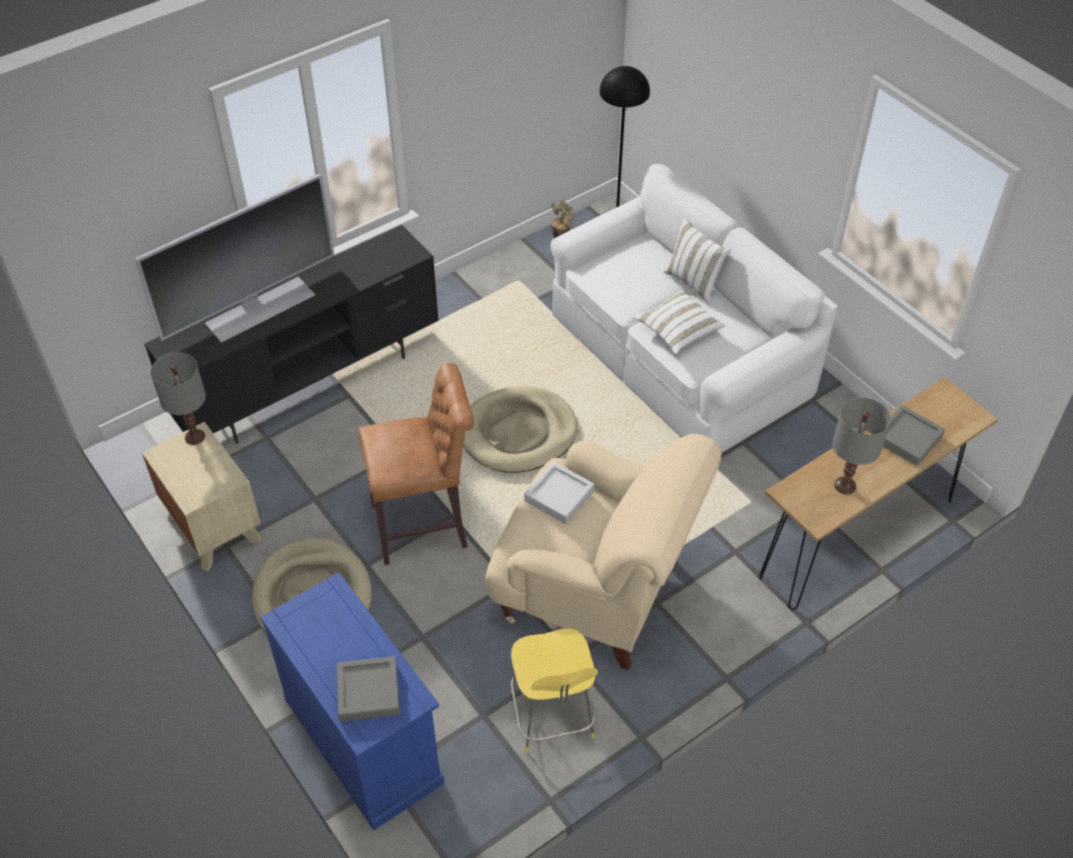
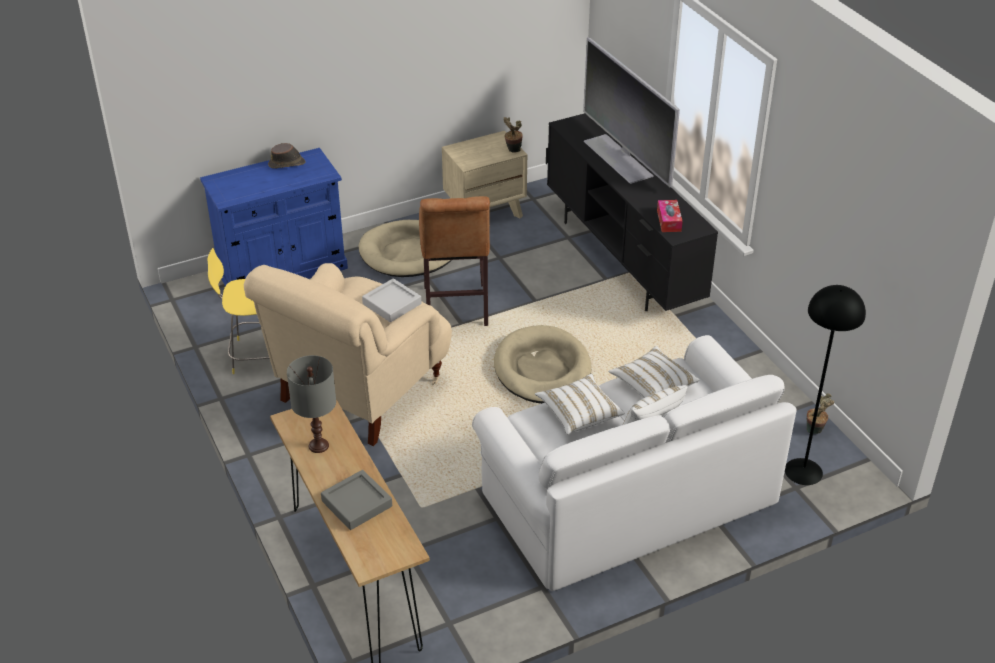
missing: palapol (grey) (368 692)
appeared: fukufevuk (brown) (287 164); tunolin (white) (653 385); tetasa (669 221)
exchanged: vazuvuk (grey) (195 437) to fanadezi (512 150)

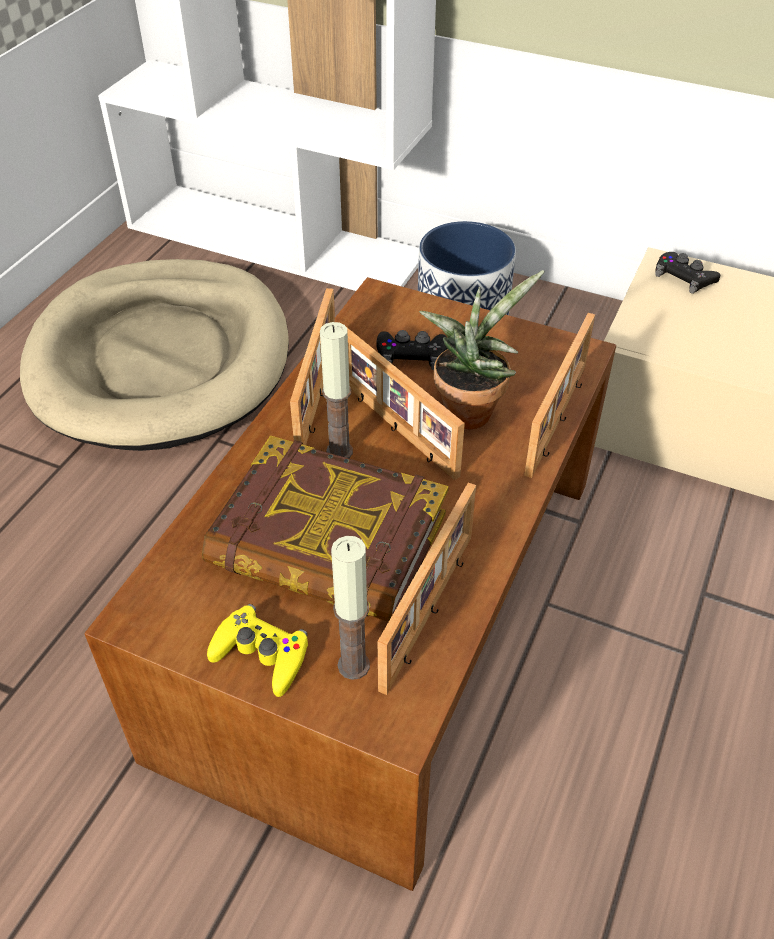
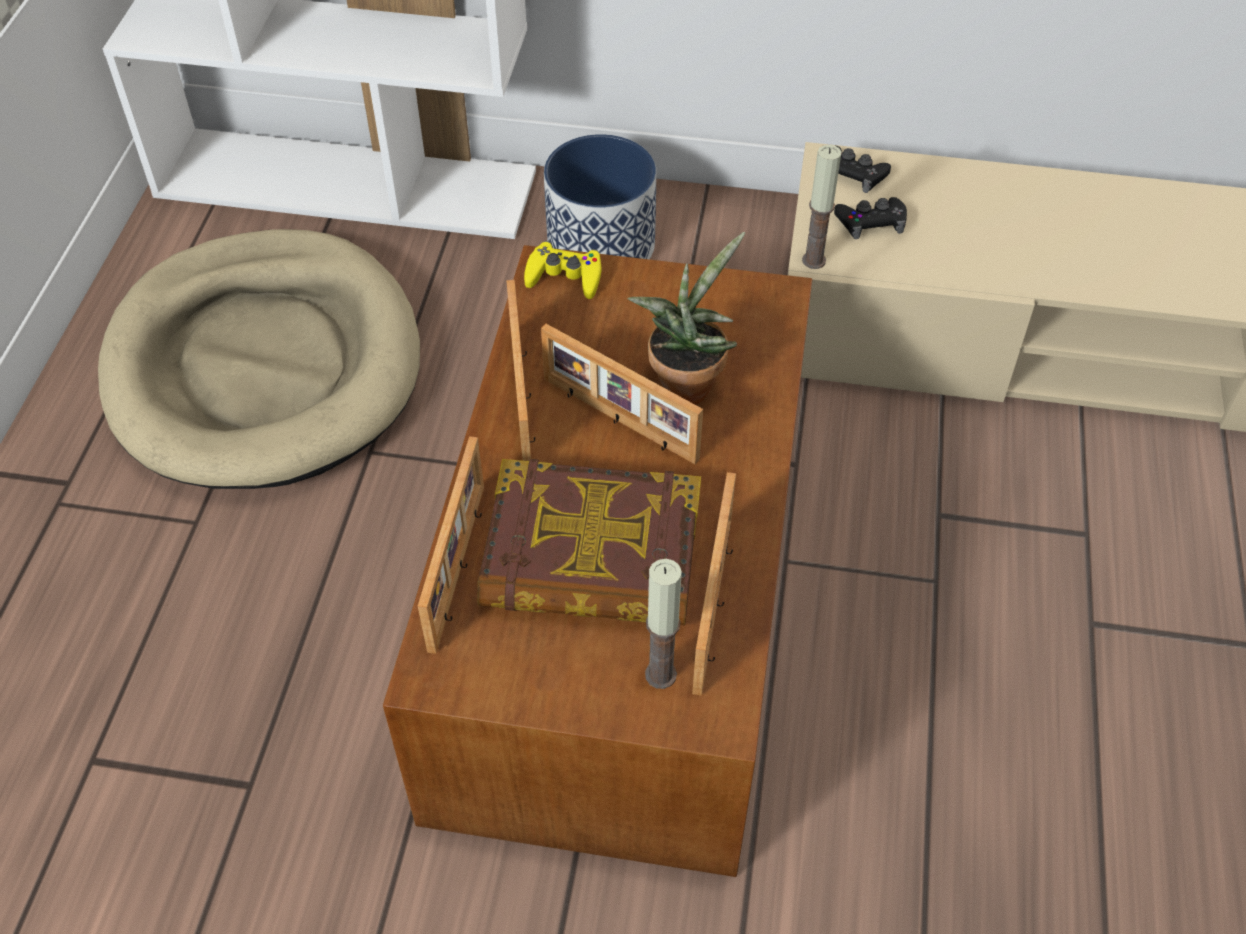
relocated: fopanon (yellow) (261 654) to (565 276); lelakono (339 451) to (813 260); fopanon (black) (411 355) to (870 222); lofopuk (559 419) to (460 566)

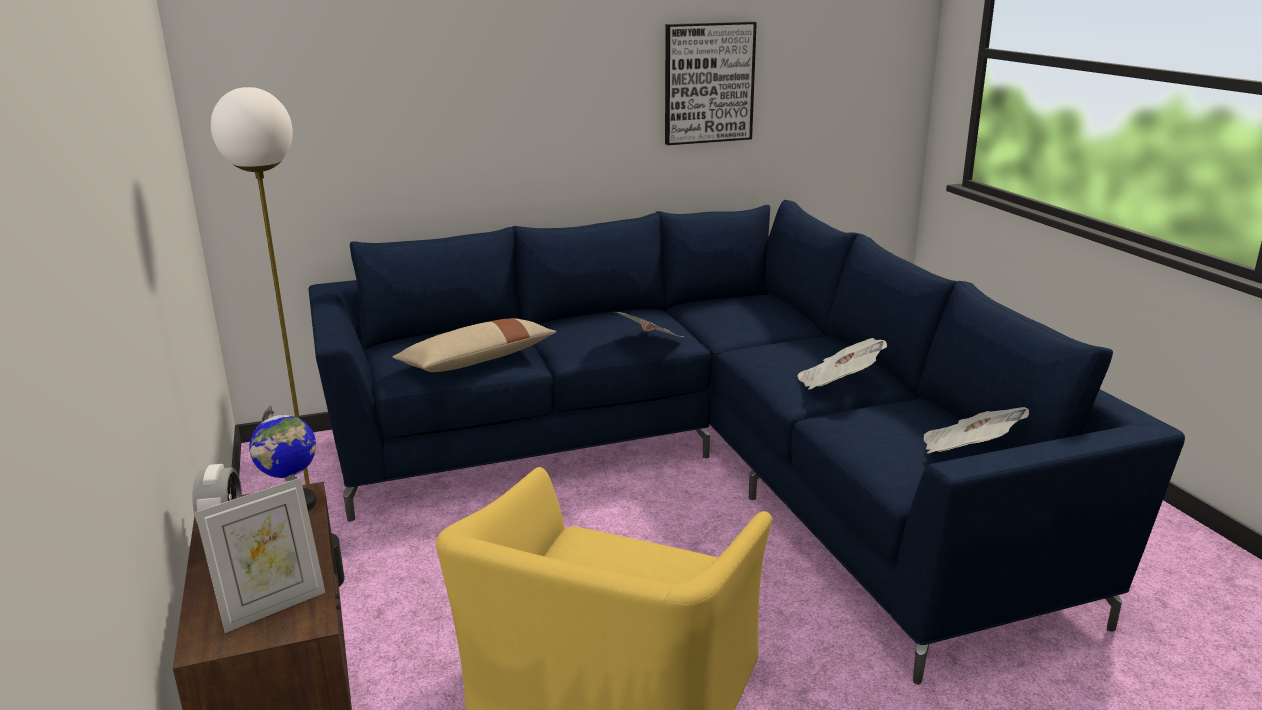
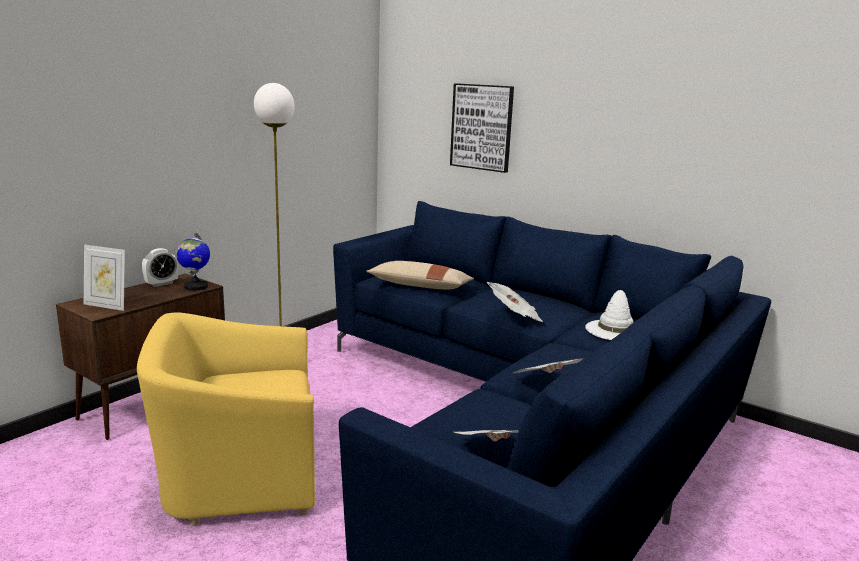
appeared: fukufevuk (white) (614 330)
relocated: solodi (708 83) to (482 127)

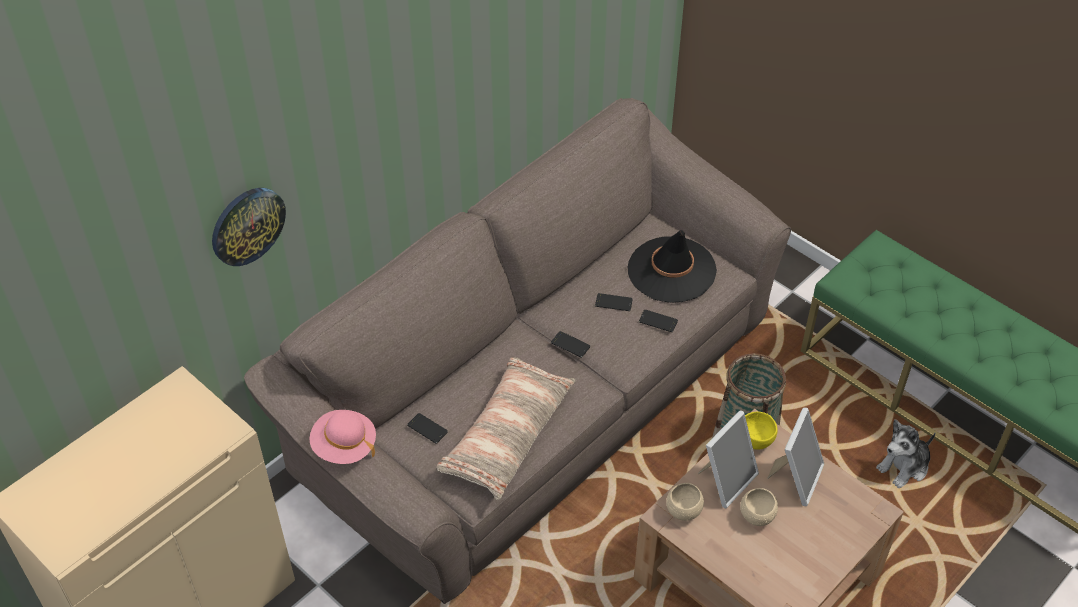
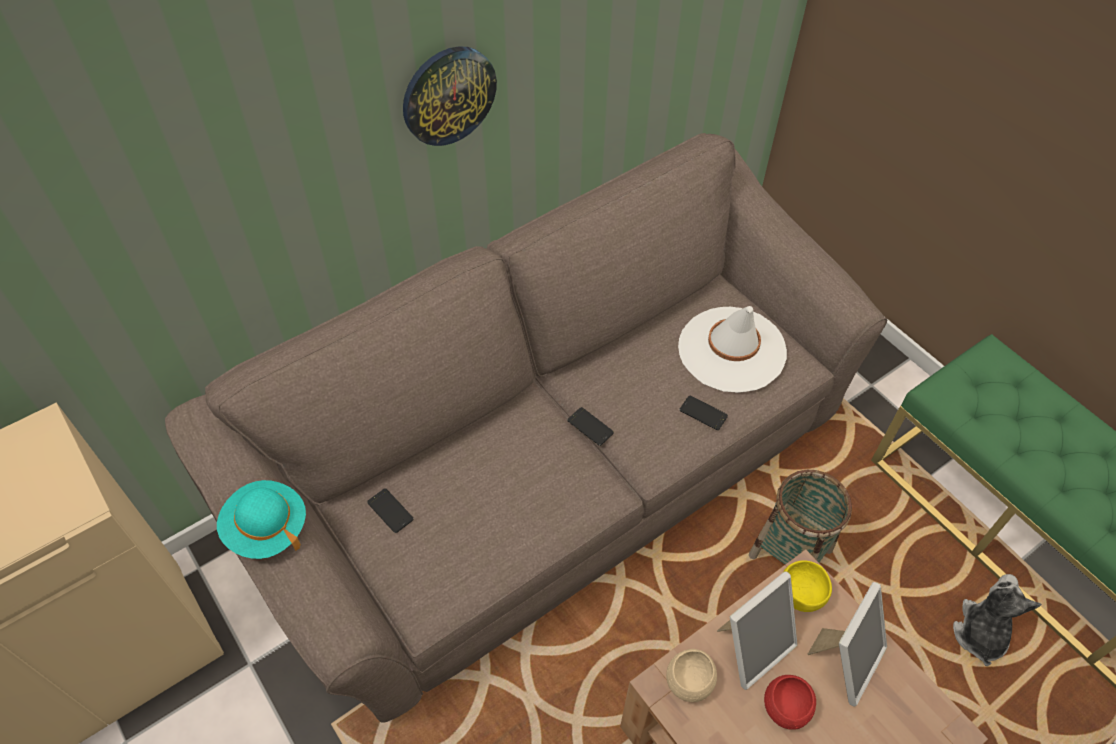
missing: tunolin (507 435); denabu (613 302)
relocated: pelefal (247 225) to (448 95)
colour: fukufevuk (pink) (344 446) to fukufevuk (turquoise) (266 528); fukufevuk (black) (671 270) to fukufevuk (white) (731 350); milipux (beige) (757 515) to milipux (red) (785 708)
spun: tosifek (904 467) = (980 633) 135 degrees clockwise

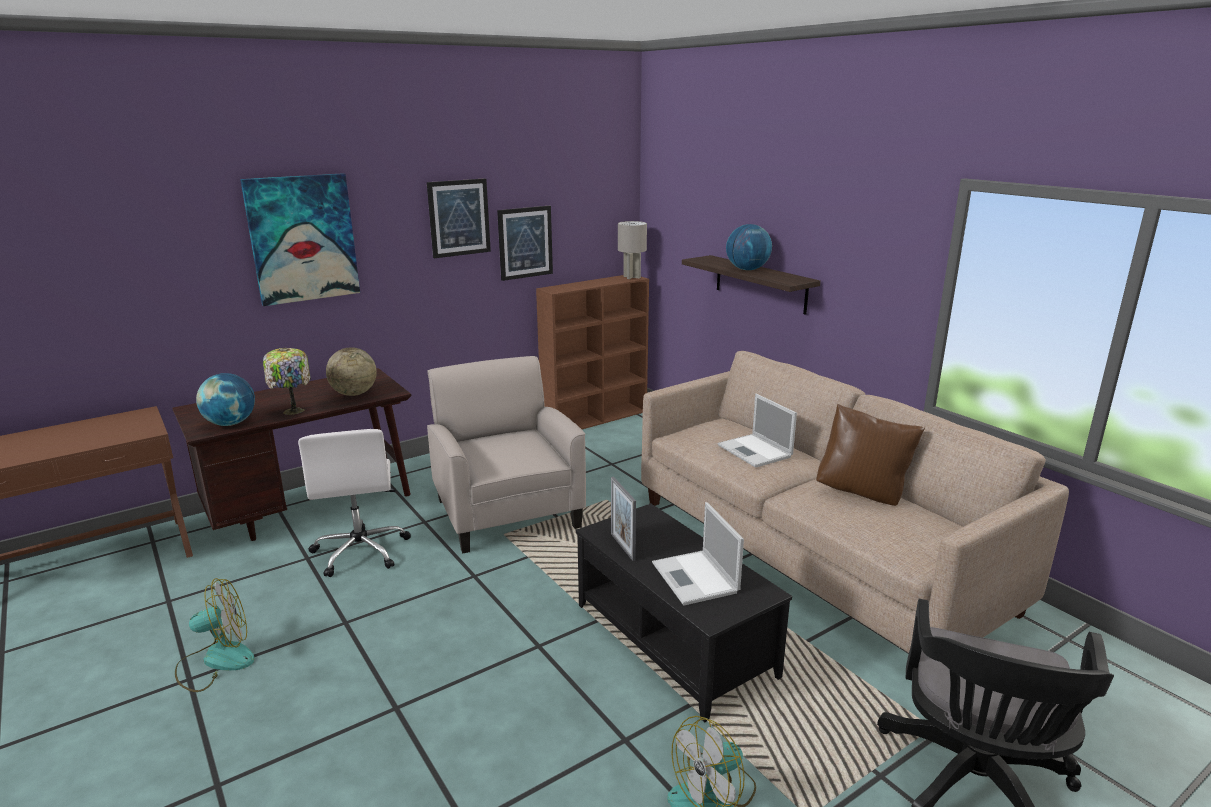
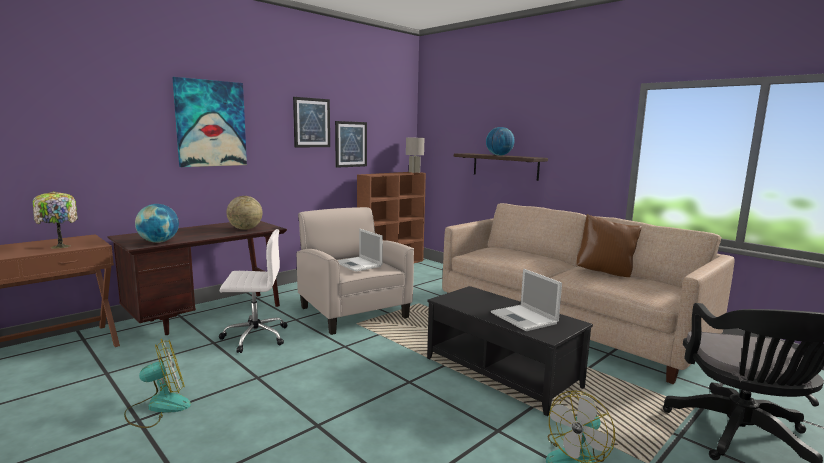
missing: lofopuk (622 547)
relocated: vazuvuk (292 411) to (59 247); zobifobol (755 451) to (359 264)
spun: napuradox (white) (361 551) = (254 337) 75 degrees counterclockwise

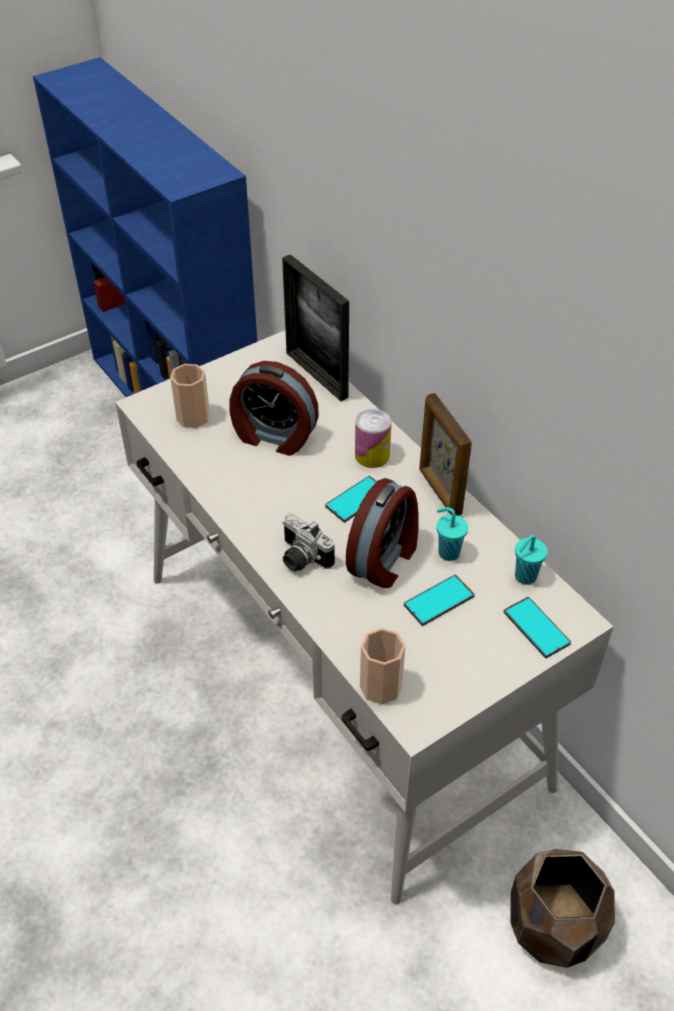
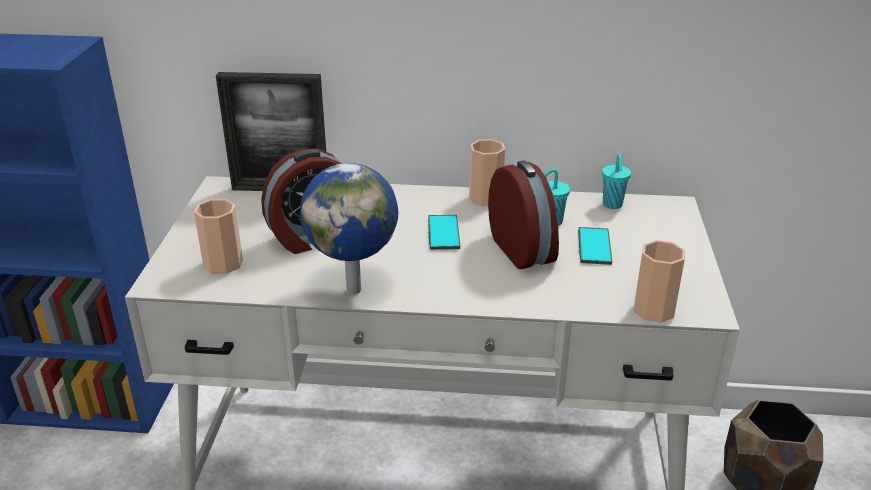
missing: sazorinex (301 558); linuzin (372 455); denabu (536 628)
appeared: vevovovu (355 288)
exchanged: lofopuk (439 491) to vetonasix (485 198)

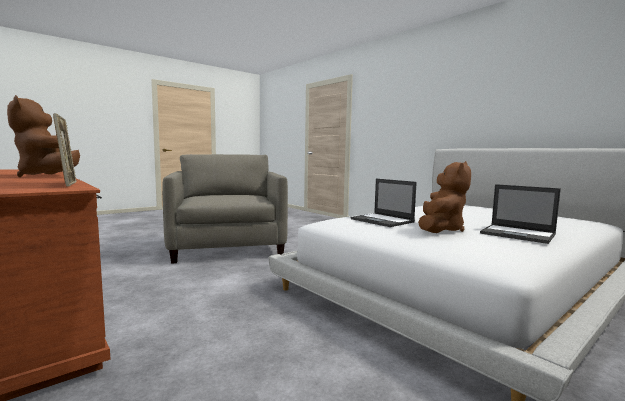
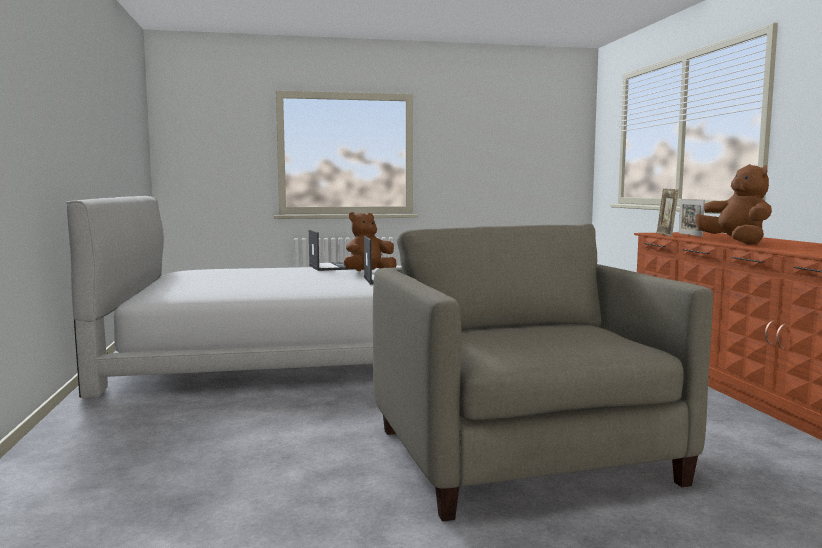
appeared: lofopuk (690 235)
spun: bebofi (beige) (228 247) = (523 456) 150 degrees clockwise

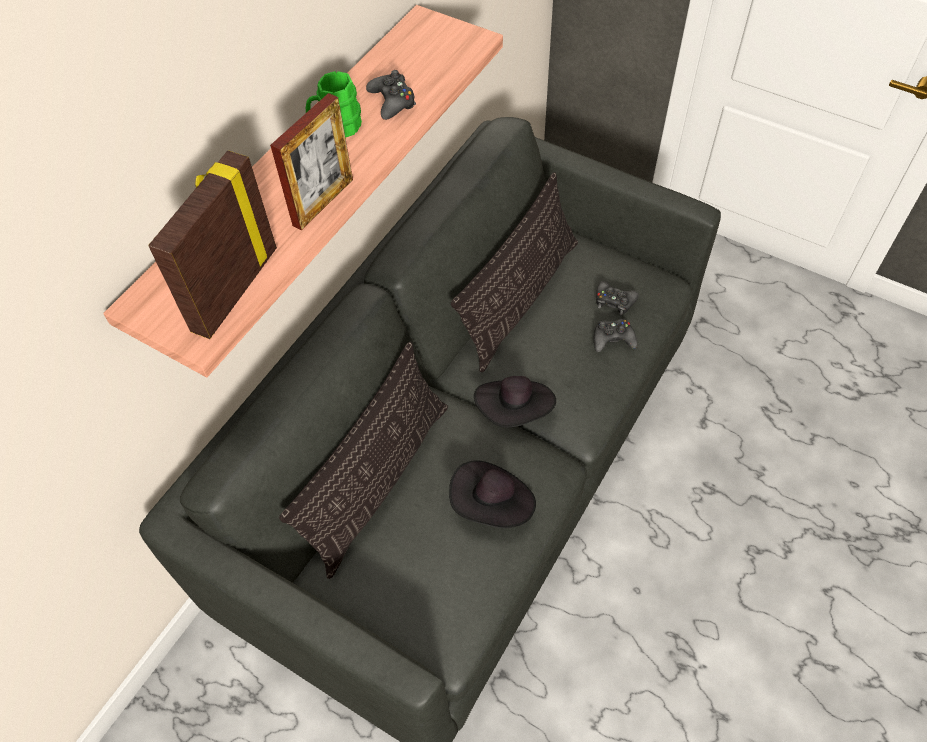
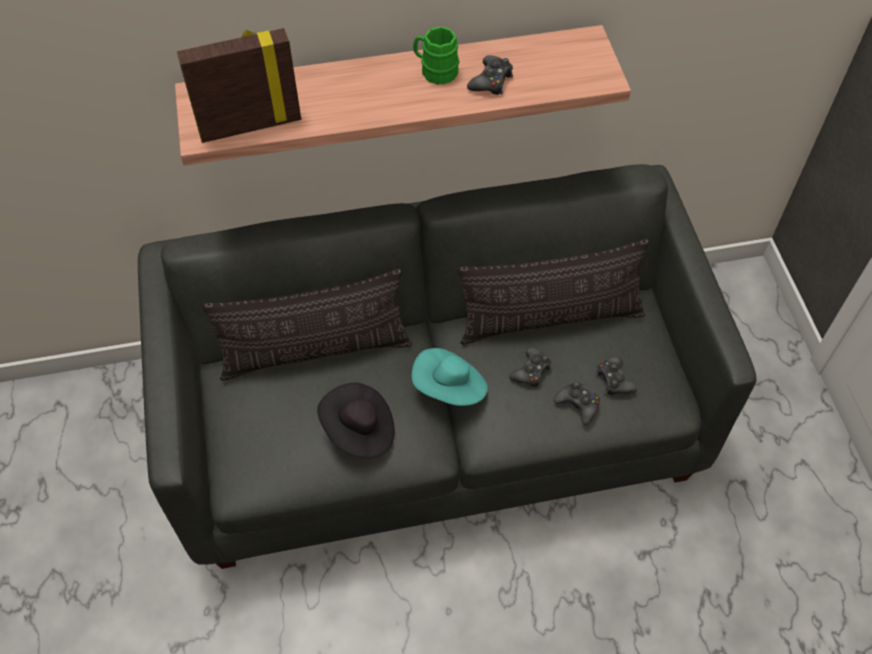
missing: lofopuk (323 202)
appeared: fopanon (black) (531 371)
colour: fukufevuk (black) (515 410) to fukufevuk (turquoise) (450 388)

